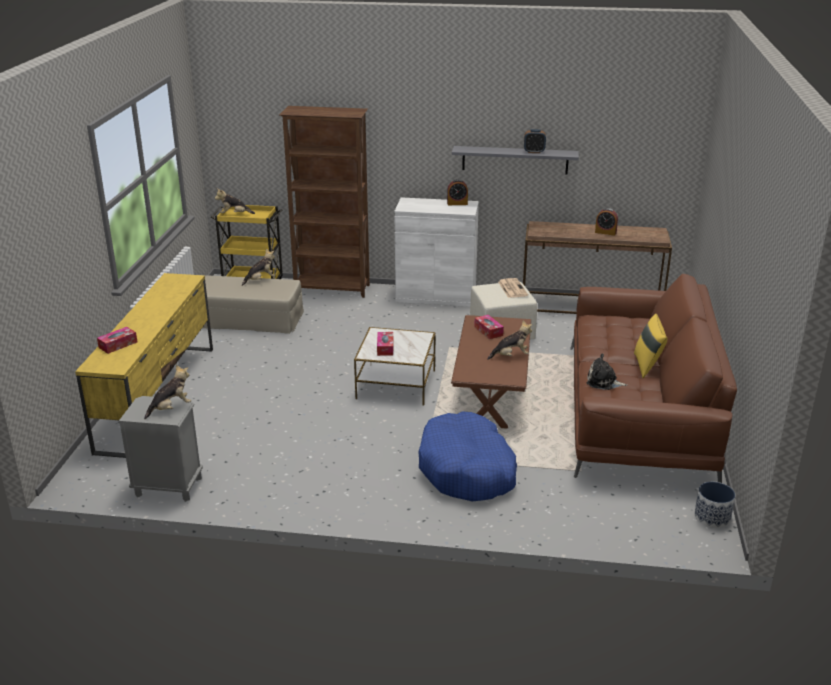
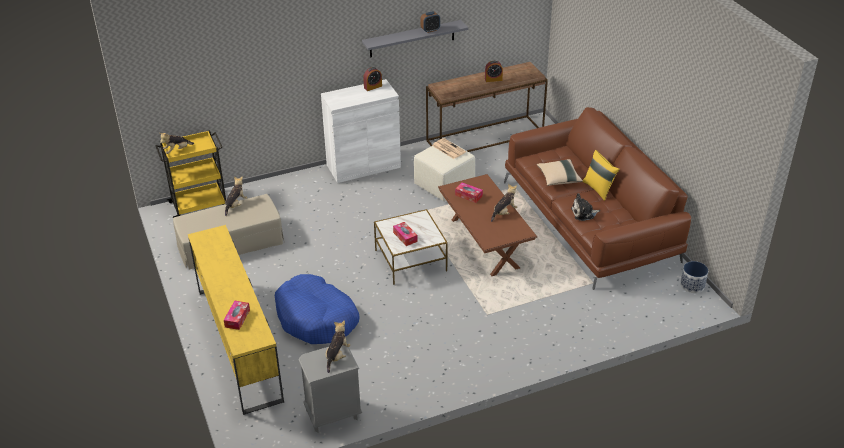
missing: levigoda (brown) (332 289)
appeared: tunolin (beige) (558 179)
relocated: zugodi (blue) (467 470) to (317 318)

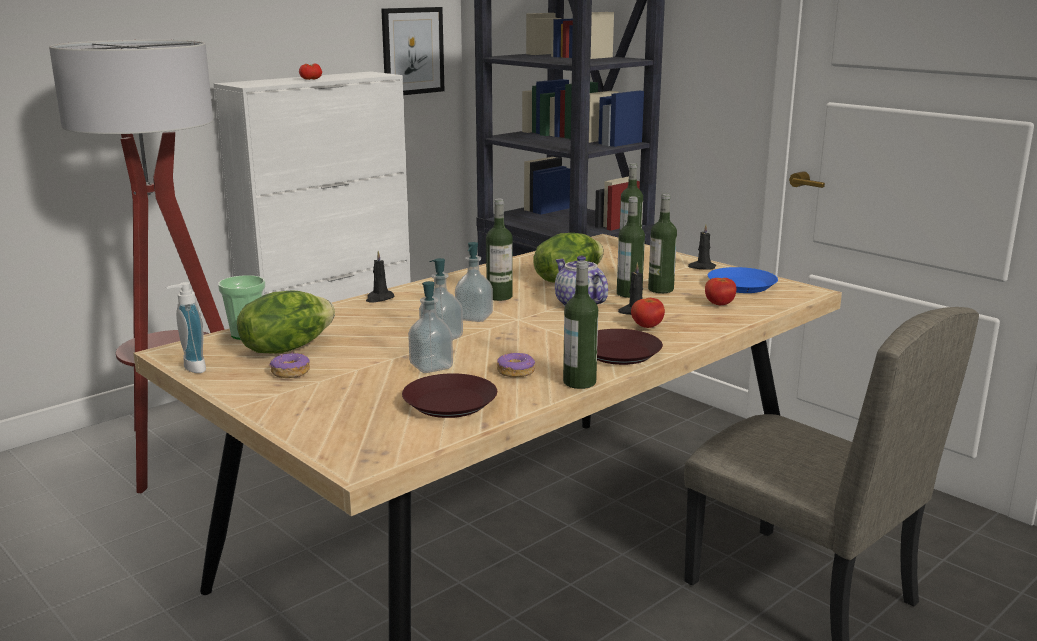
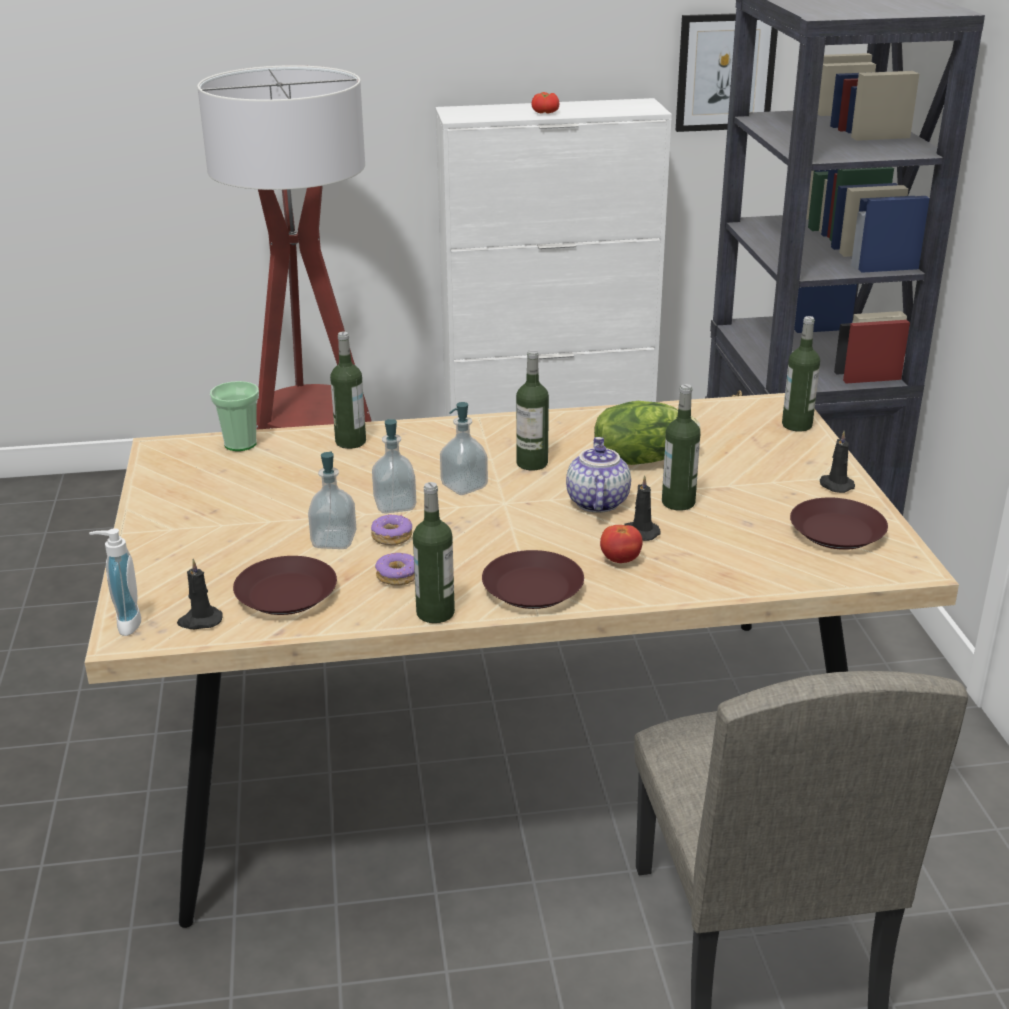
missing: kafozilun (286 348); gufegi (719 304)
relocated: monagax (190 368) to (124 624); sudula (290 372) to (391 536); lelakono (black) (379 298) to (200 621); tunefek (660 289) to (350 442)
colour: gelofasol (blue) (741 286) to gelofasol (brown) (836 531)

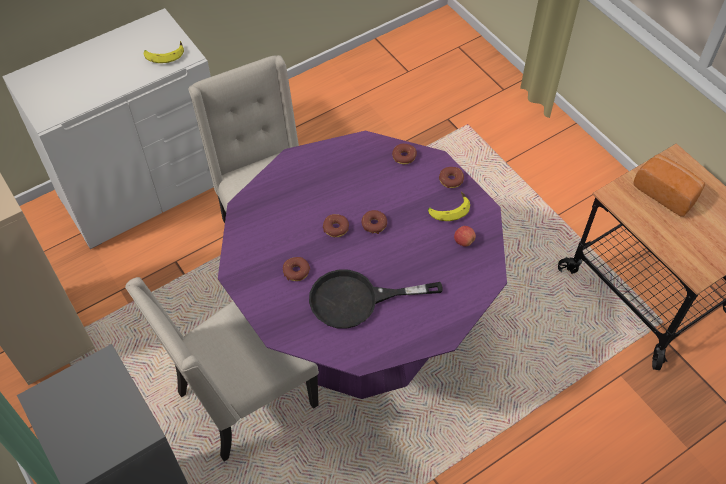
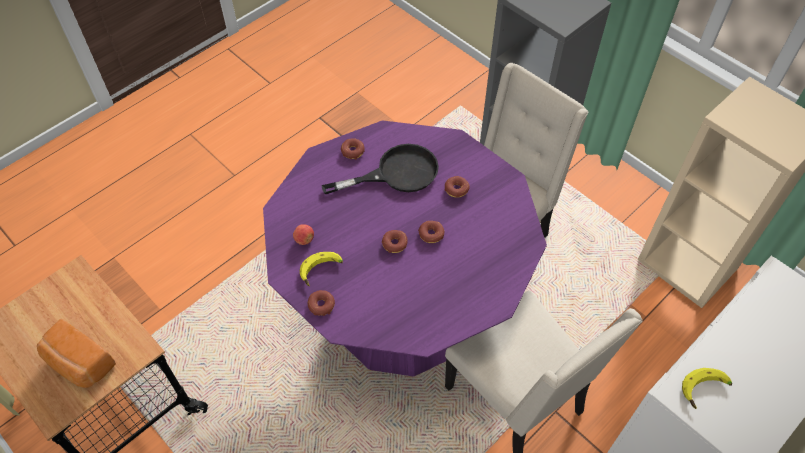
relocated: sudula (404 157) to (352 151)

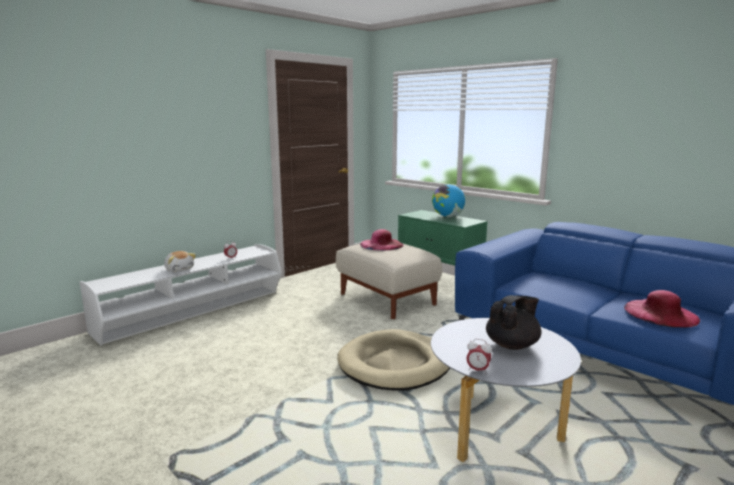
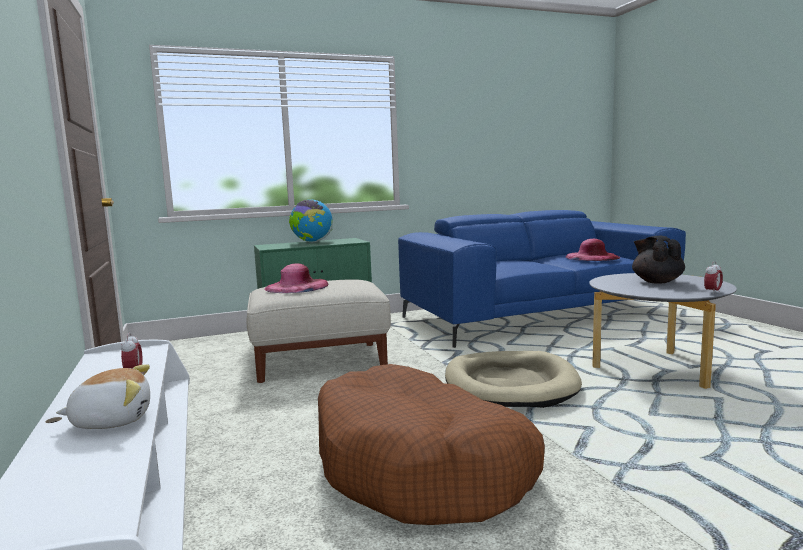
appeared: zugodi (brown) (421 467)

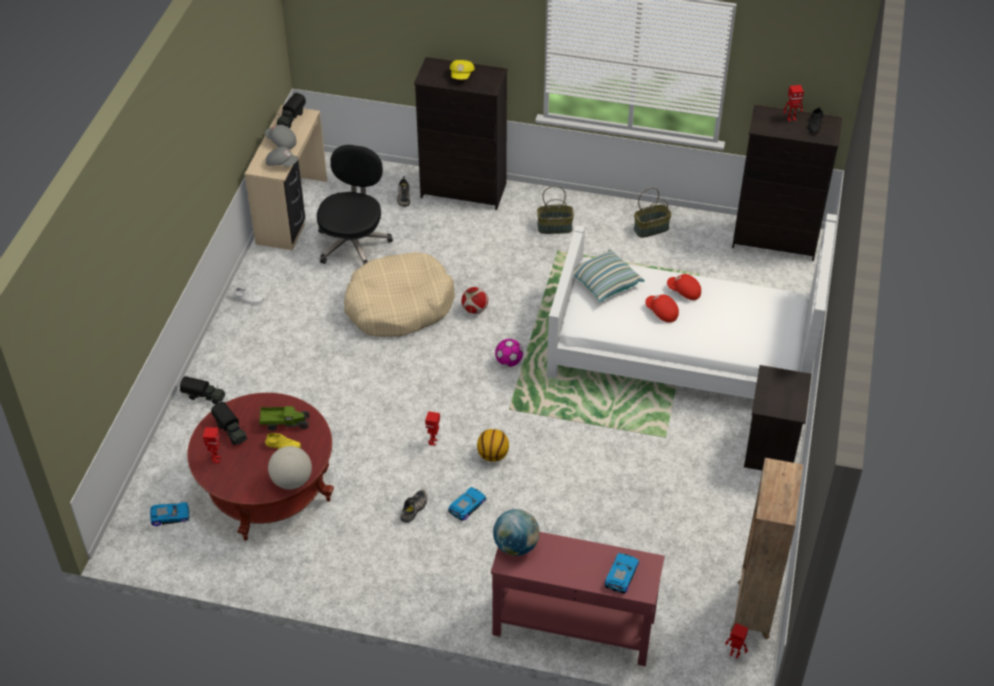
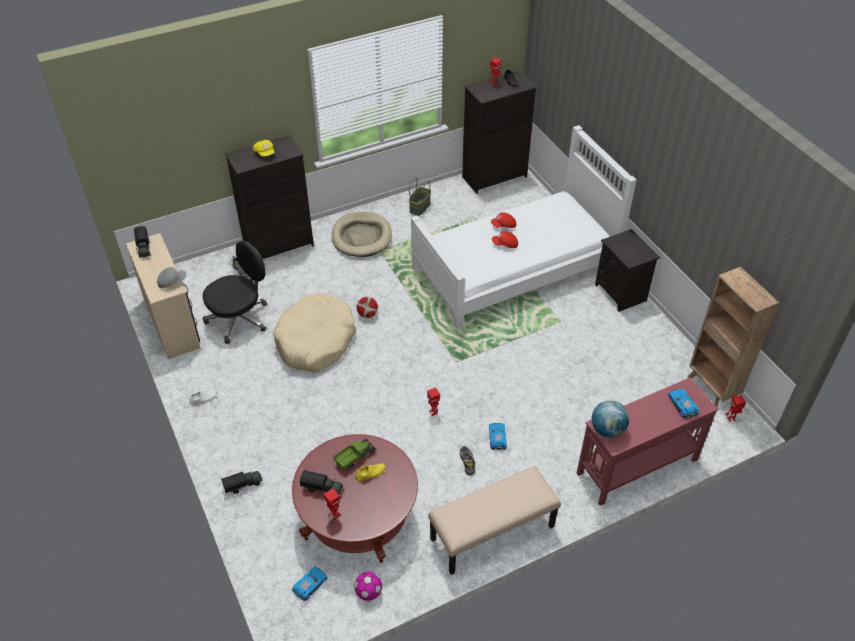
missing: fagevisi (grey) (281 142); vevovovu (291 481); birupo (492 455); tunolin (605 283)
appeared: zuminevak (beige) (492 534)
relocated: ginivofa (509 362) to (368 592)
exchanged: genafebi (555 227) to zugodi (beige) (361 237)
spun: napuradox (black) (353 243) = (239 319) 75 degrees clockwise

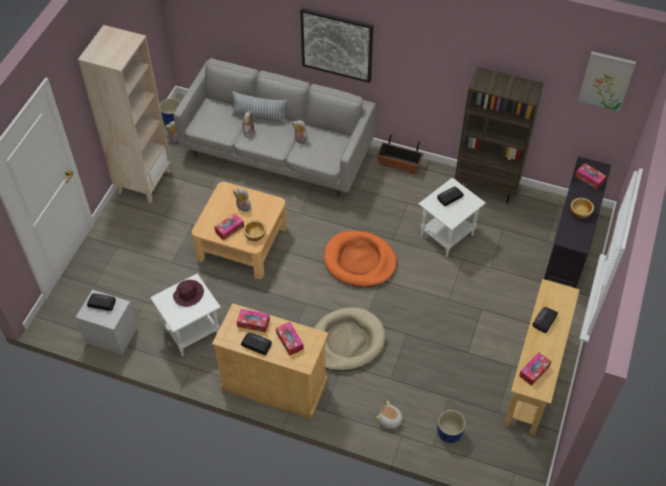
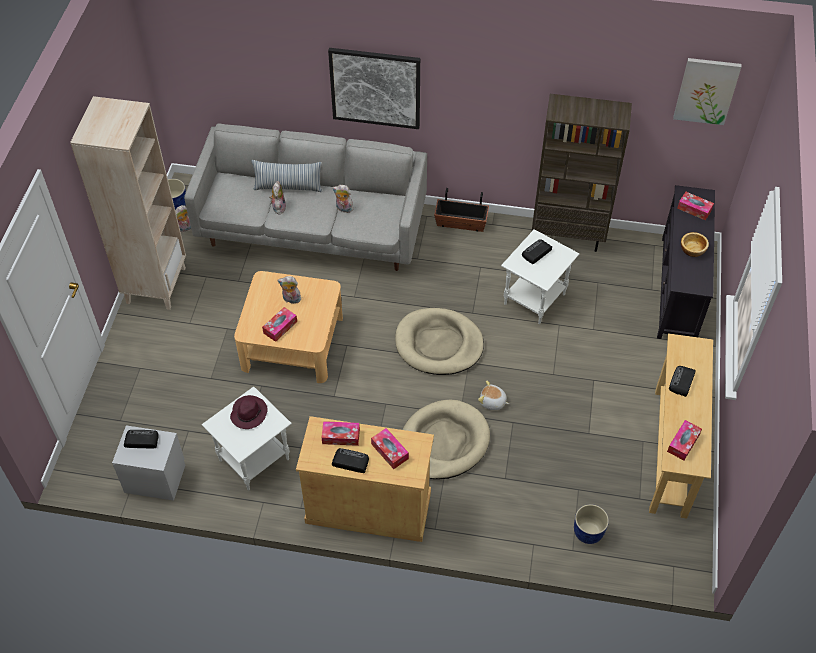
missing: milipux (255 235)
relocated: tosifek (390 420) to (492 402)
colour: zugodi (orange) (359 261) to zugodi (beige) (438 344)

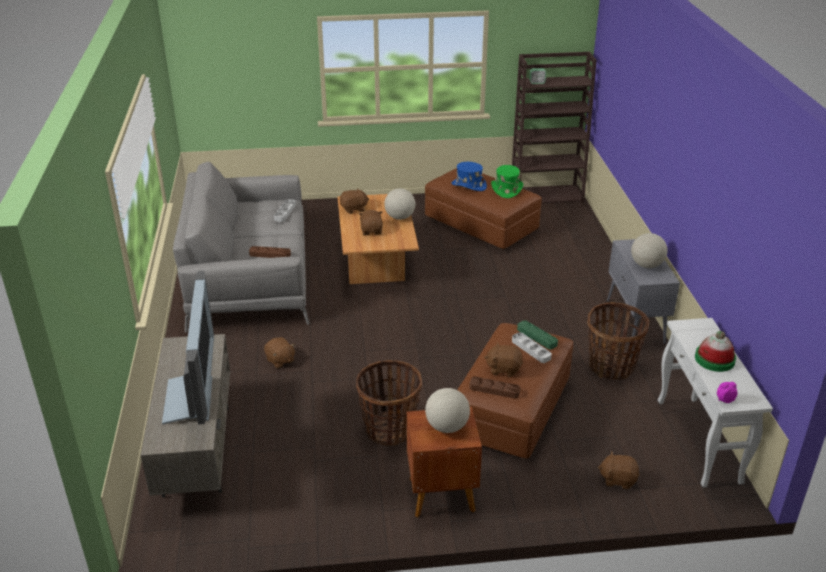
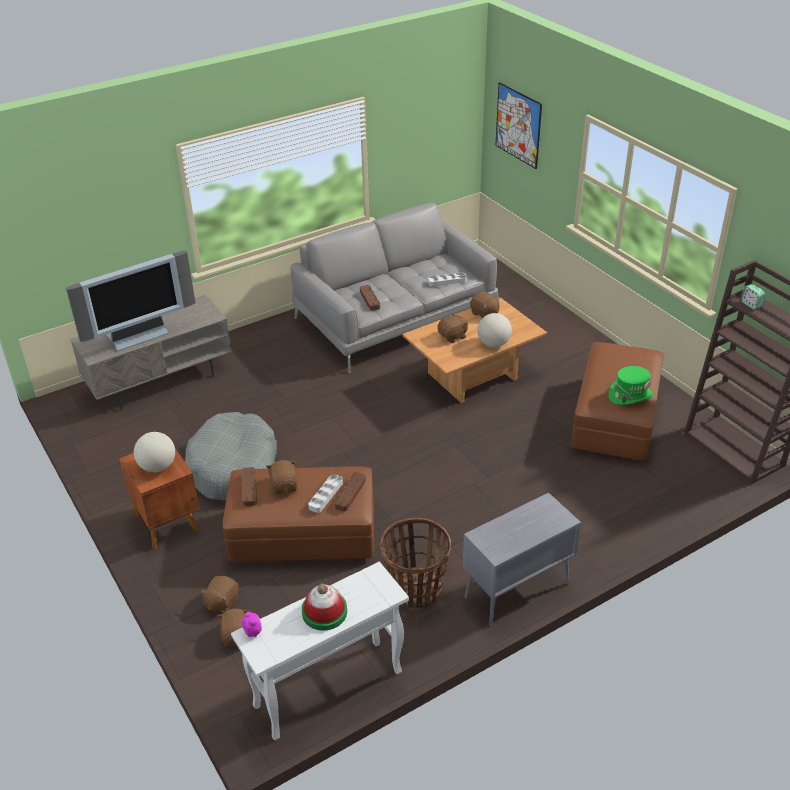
missing: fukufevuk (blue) (468 185); vevovovu (646 265)
appeared: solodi (518 125)
relocated: tosifek (brown) (280 360) to (221 602)
exchanged: genafebi (389 429) to zugodi (grey) (233 467)
colour: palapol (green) (537 337) to palapol (brown) (350 493)

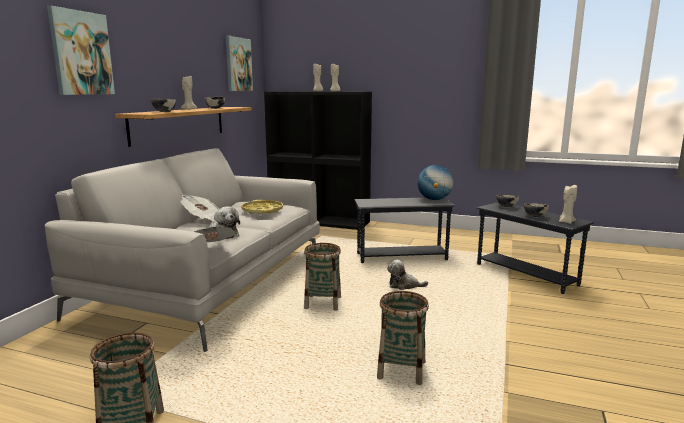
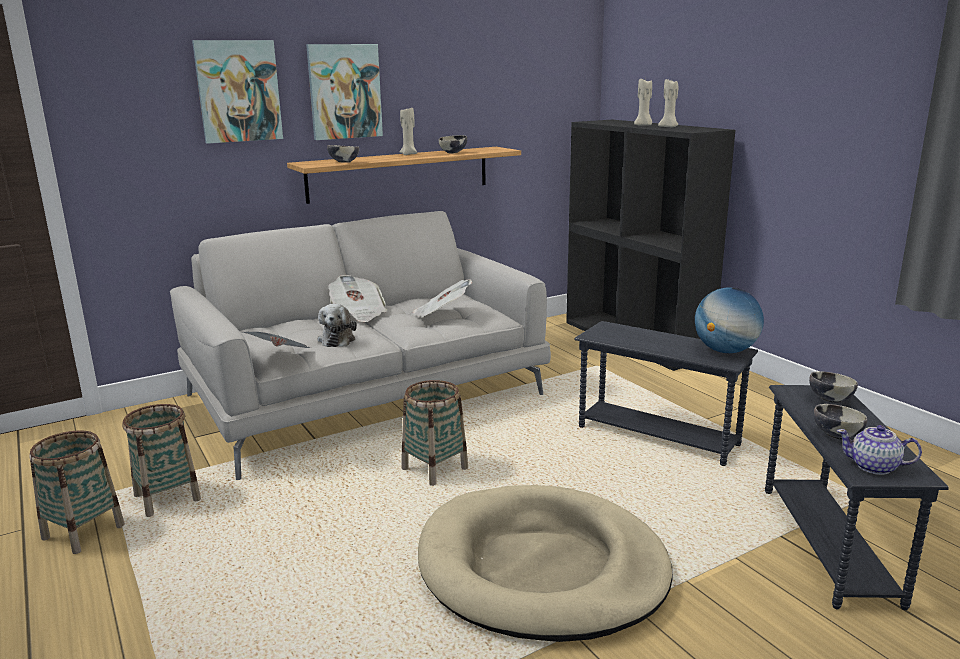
missing: tosifek (404 286)
appeared: zugodi (beige) (541 568)
relocated: solodi (238 64) to (344 91); genafebi (401 371) to (167 498)
exchanged: palapol (yellow) (262 211) to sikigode (441 314); lelakono (beige) (566 222) to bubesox (874 467)

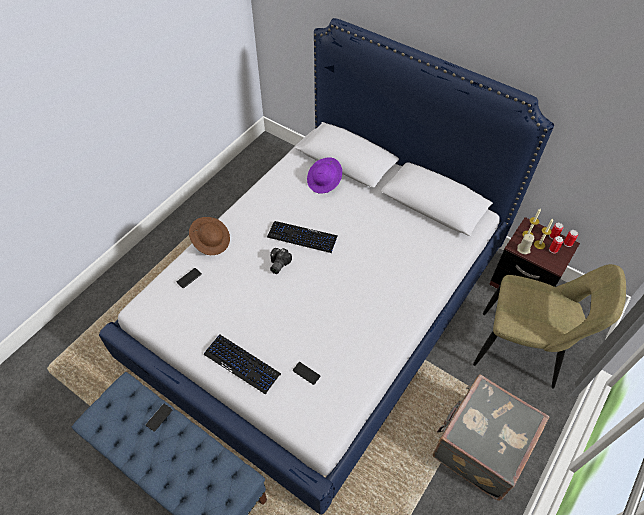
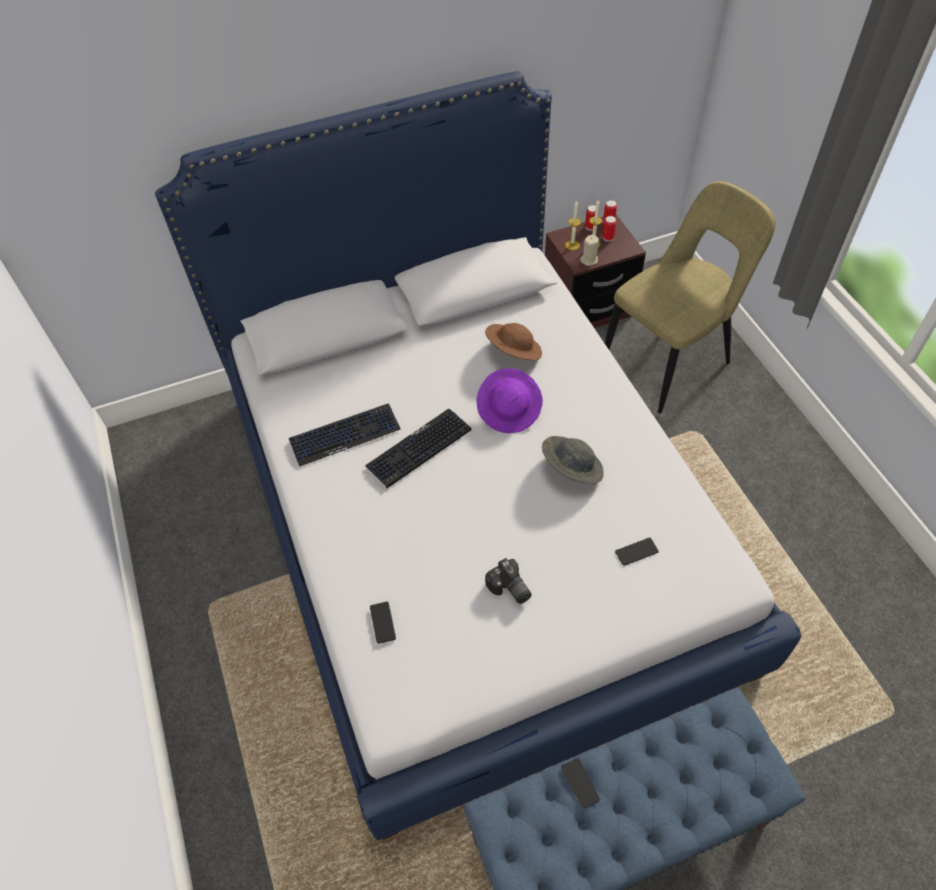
missing: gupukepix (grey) (479 446)
appeared: fukufevuk (grey) (571 468)
relocated: fukufevuk (brown) (211 241) to (513 352); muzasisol (242 364) to (345 435); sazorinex (277 264) to (509 589); fukufevuk (purple) (324 182) to (509 411)

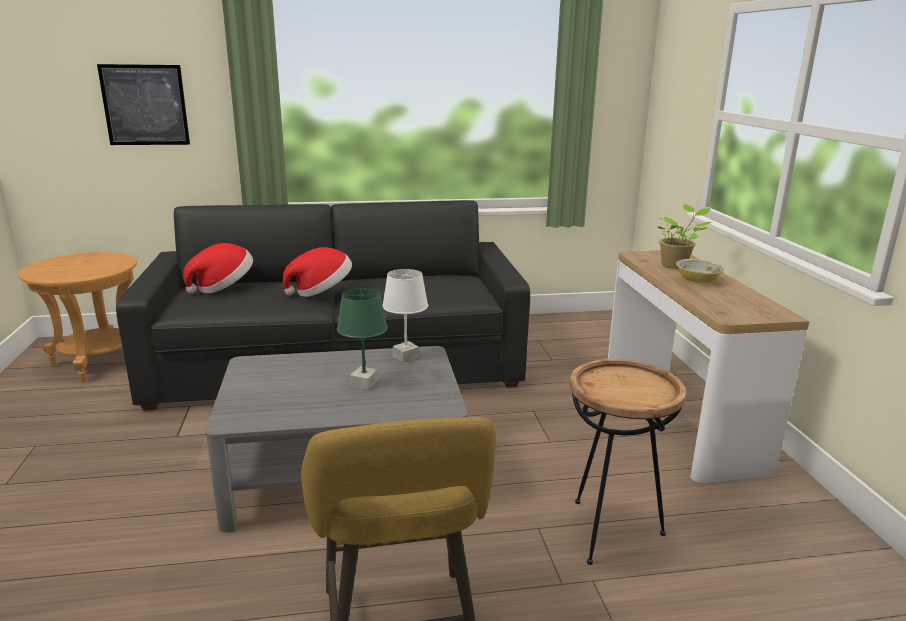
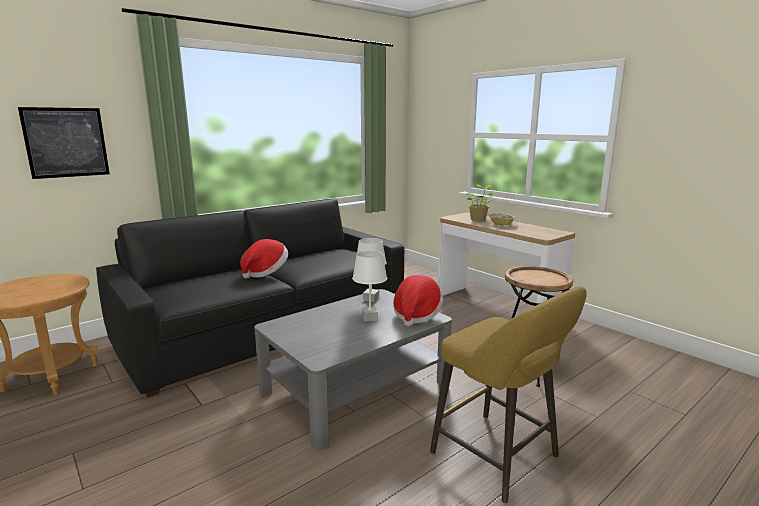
relocated: fukufevuk (223 287) to (416 315)
colour: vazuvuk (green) (364 384) to vazuvuk (white) (370 318)

